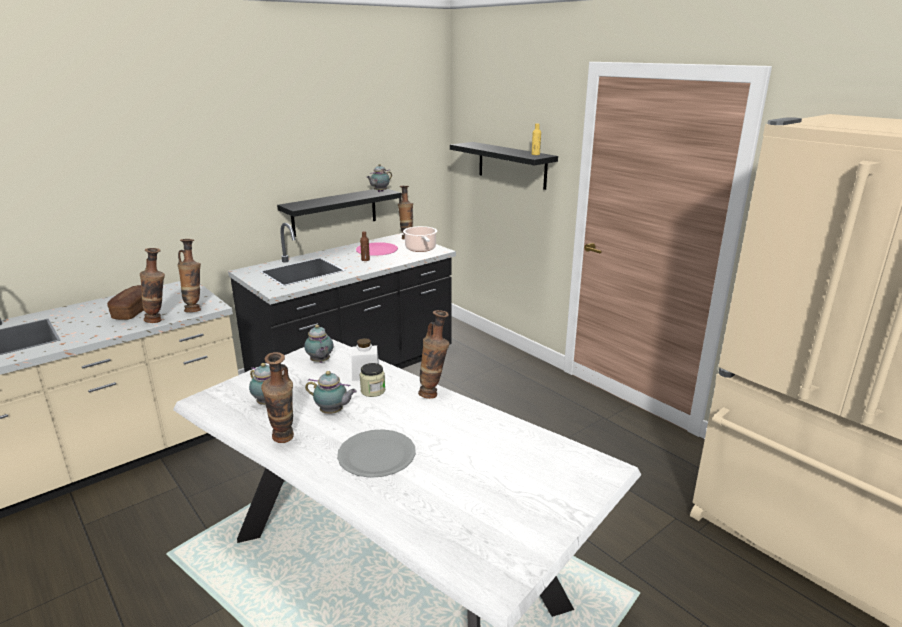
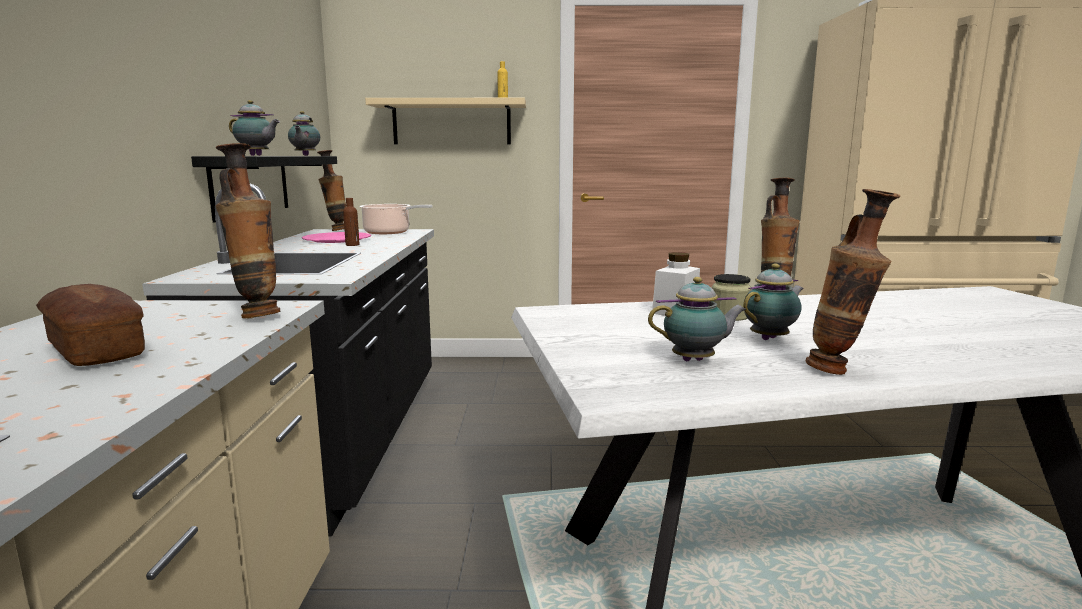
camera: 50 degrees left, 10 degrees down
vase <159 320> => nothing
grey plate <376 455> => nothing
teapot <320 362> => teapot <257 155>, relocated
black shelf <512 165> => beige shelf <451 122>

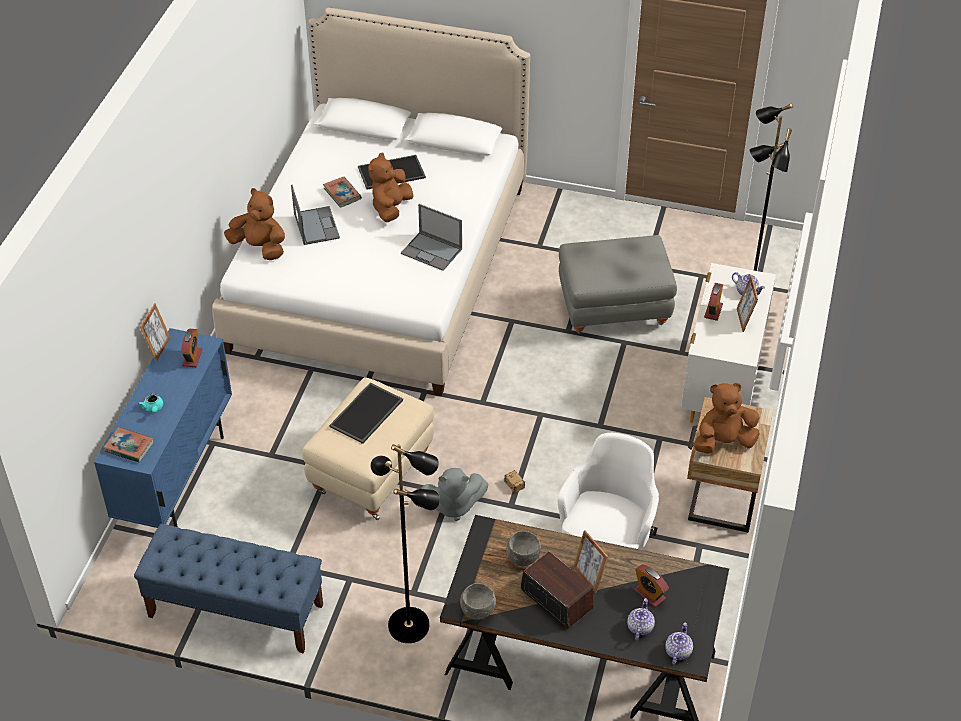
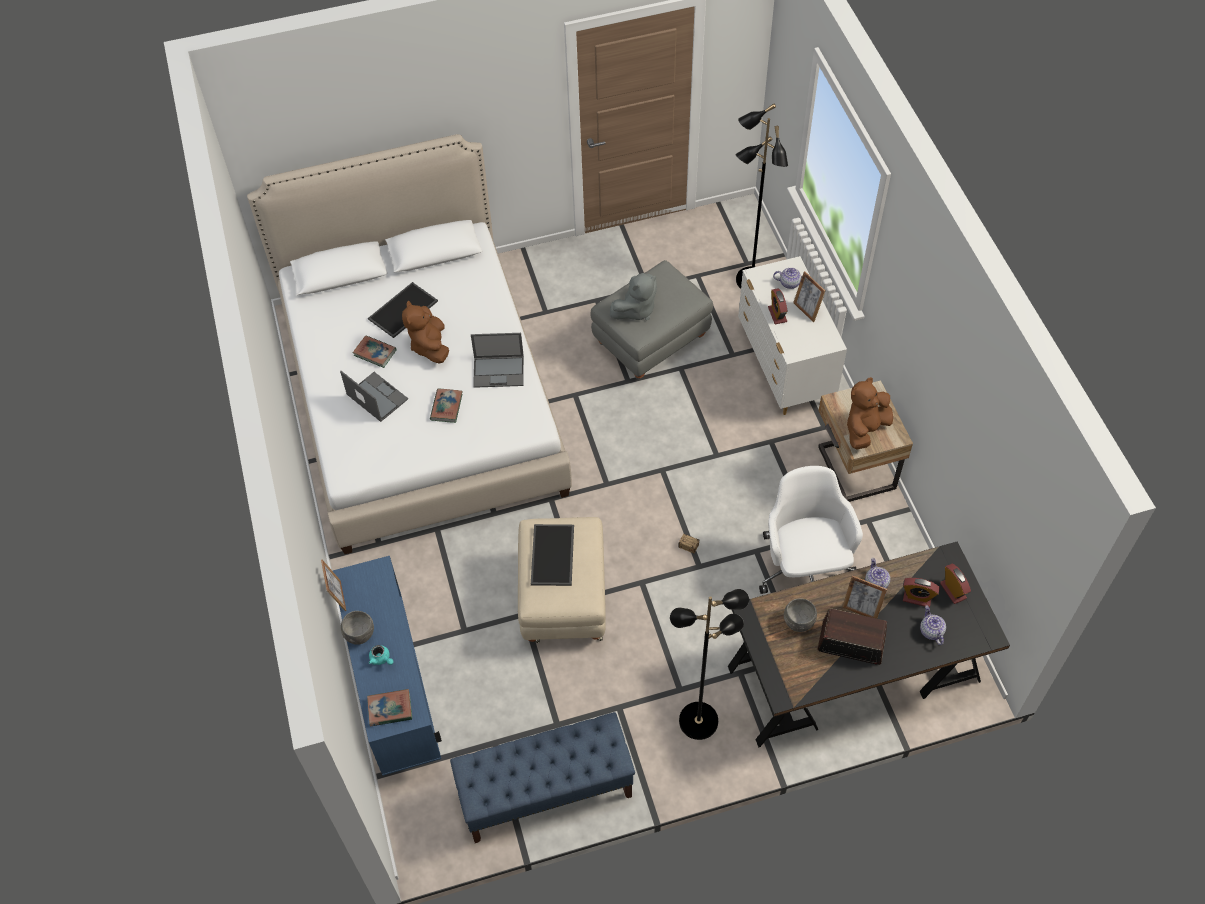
camera: 30 degrees left, 10 degrees up
brown plush toy <259 247> => nothing
nothing => book <446 407>
alarm clock <192 358> => alarm clock <953 591>, relocated
grey plush toy <453 505> => grey plush toy <636 310>, relocated
grey bowl <477 611> => grey bowl <359 634>, relocated
teapot <677 651> => teapot <875 583>, relocated

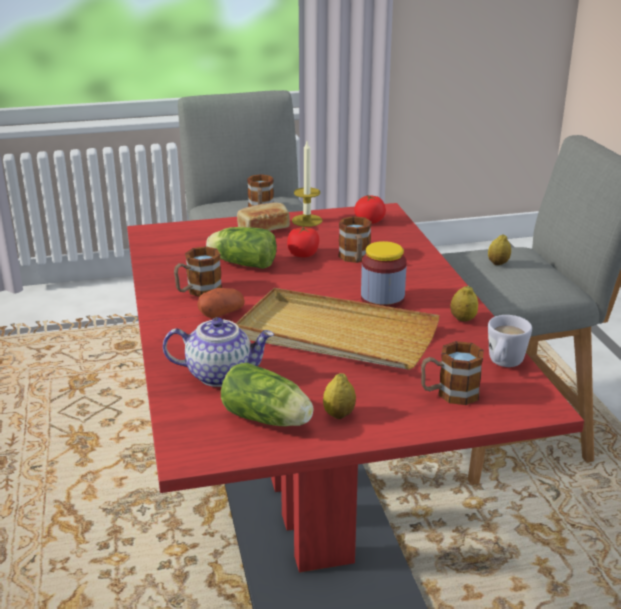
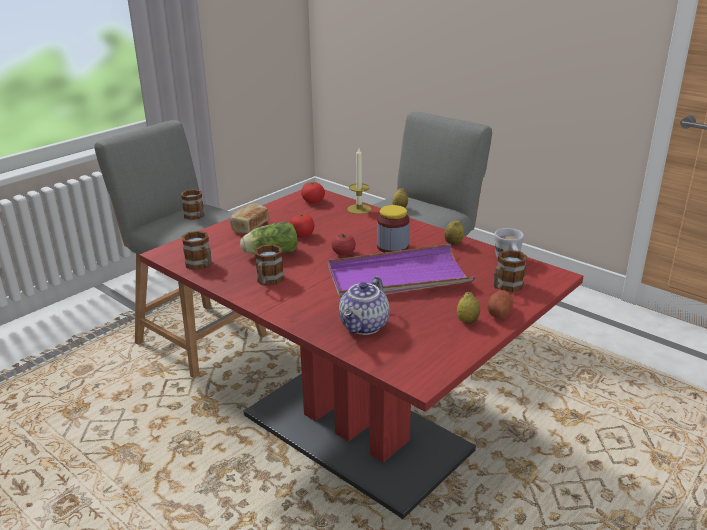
camera: 35 degrees left, 0 degrees up
lettuce <269 420> => nothing
nothing => tomato <343 253>
potato <221 313> => potato <499 312>, relocated
candle <307 220> => candle <359 209>, relocated
mug <355 259> => mug <201 265>, relocated
beige tray <335 335> => purple tray <398 277>
teapot <220 374> => teapot <365 326>, 150 degrees clockwise

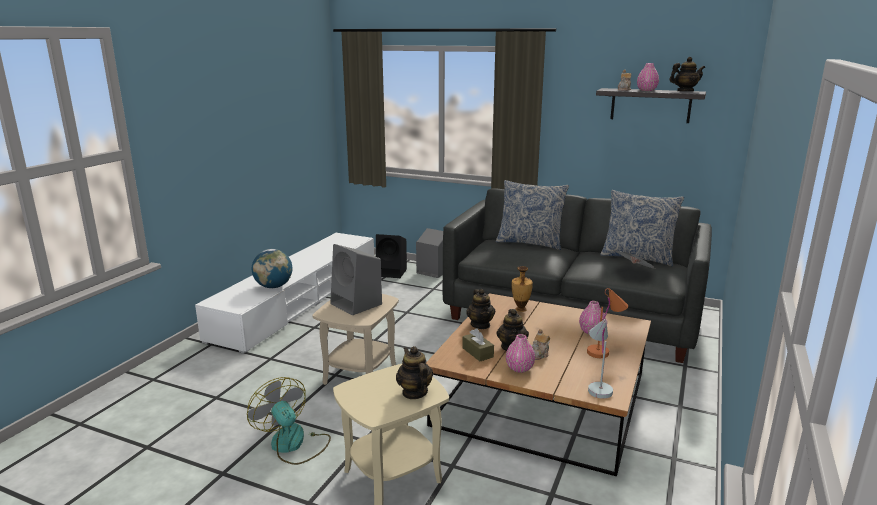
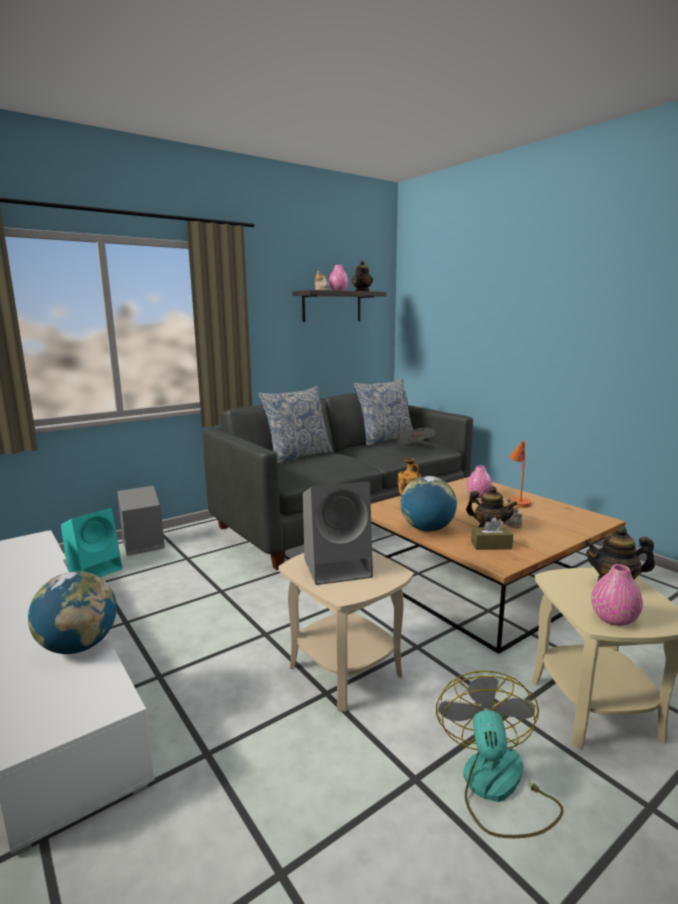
camera: 60 degrees left, 5 degrees down
white table lamp <597 385> => nothing
pink vase <519 368> => pink vase <614 619>, relocated
teapot <480 325> => globe <427 529>
black speaker <392 272> => turquoise speaker <96 569>
fan <293 444> => fan <497 788>, 105 degrees clockwise

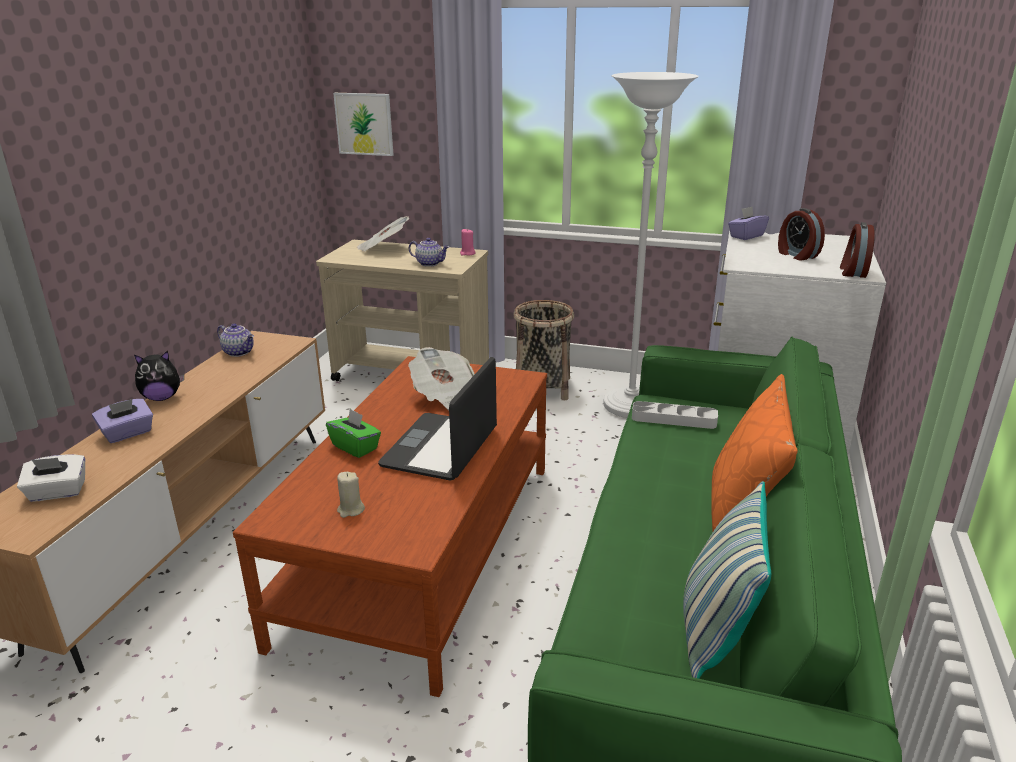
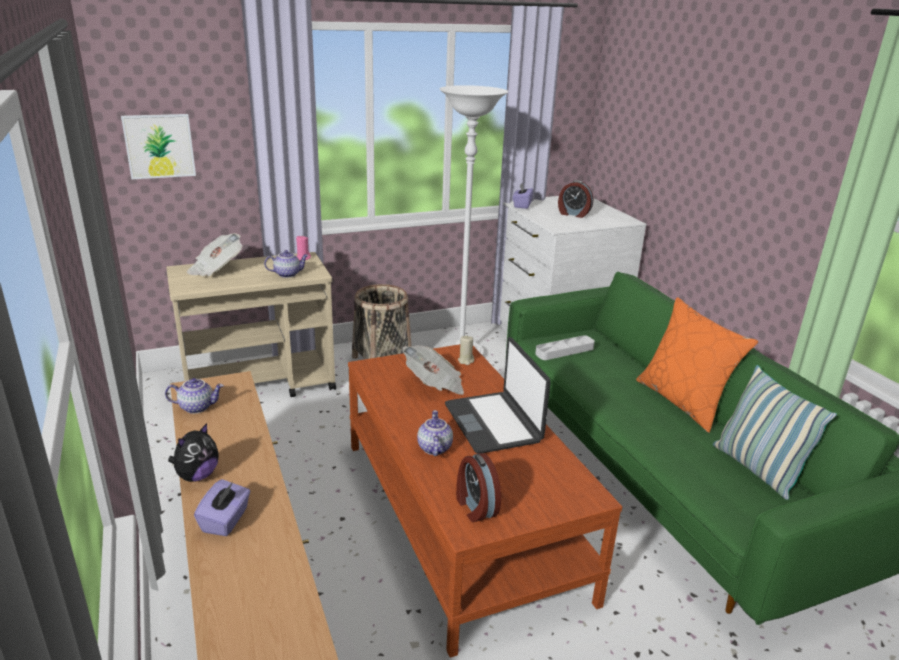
camera: 40 degrees left, 0 degrees up
white tissue box <57 492> => nothing
beige candle <350 510> => beige candle <466 360>, relocated
alarm clock <852 271> => alarm clock <475 507>, relocated
green tissue box <355 447> => teapot <433 448>

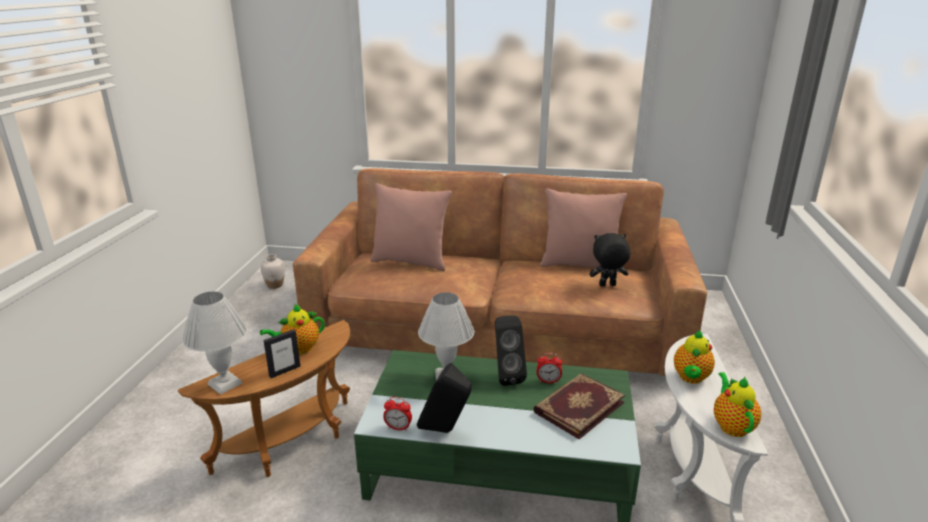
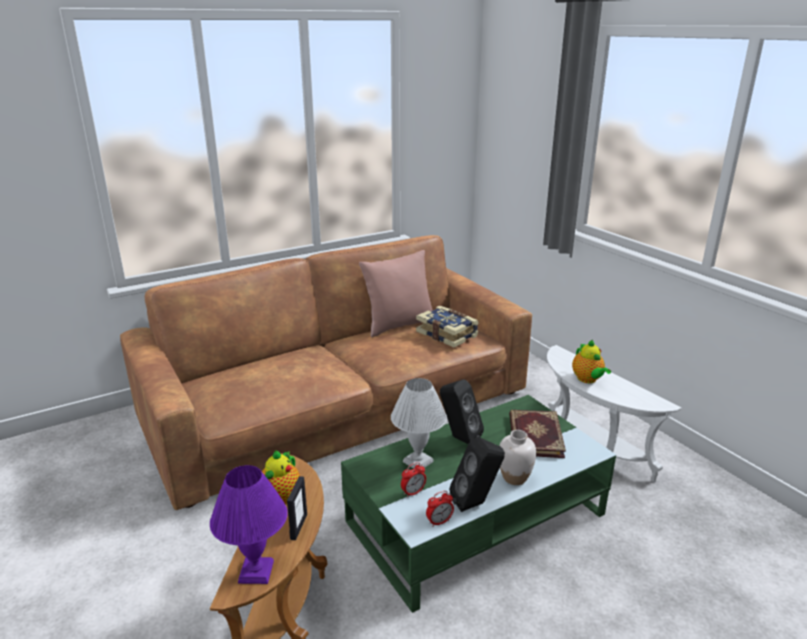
camera: 40 degrees left, 0 degrees up
pink pillow <411 261> => nothing
teapot <731 425> => nothing
white vase <275 285> => white vase <514 477>, relocated
alarm clock <548 381> => alarm clock <413 492>, relocated
black plush toy <607 285> => book <447 334>
white table lamp <225 383> => purple table lamp <256 571>

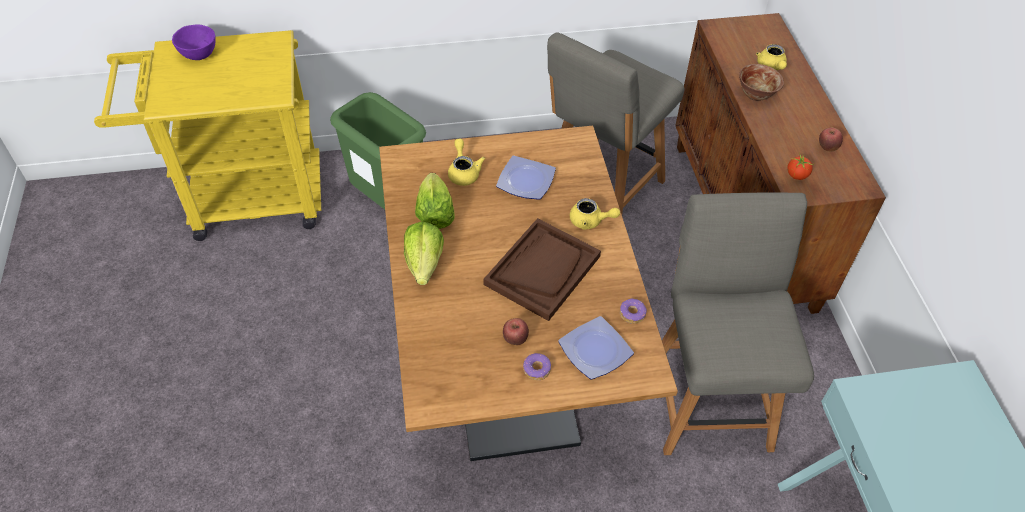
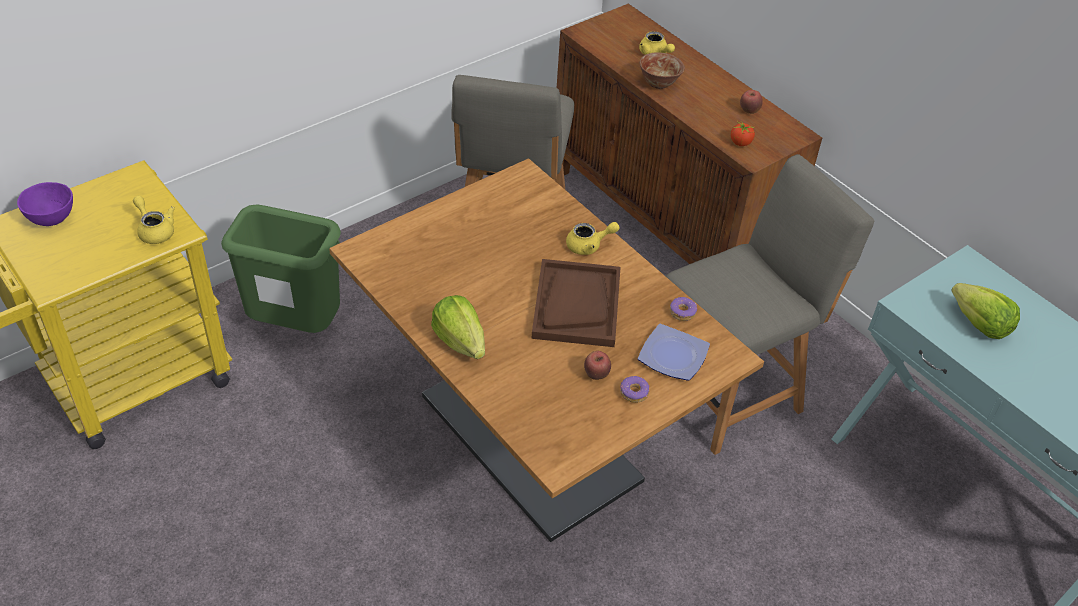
camera: 30 degrees left, 5 degrees down
plate <525 180> => nothing
lettuce <435 214> => lettuce <979 324>, relocated
yellow teapot <463 172> => yellow teapot <155 230>, relocated
grey chair <708 399> => grey chair <730 392>, 90 degrees clockwise

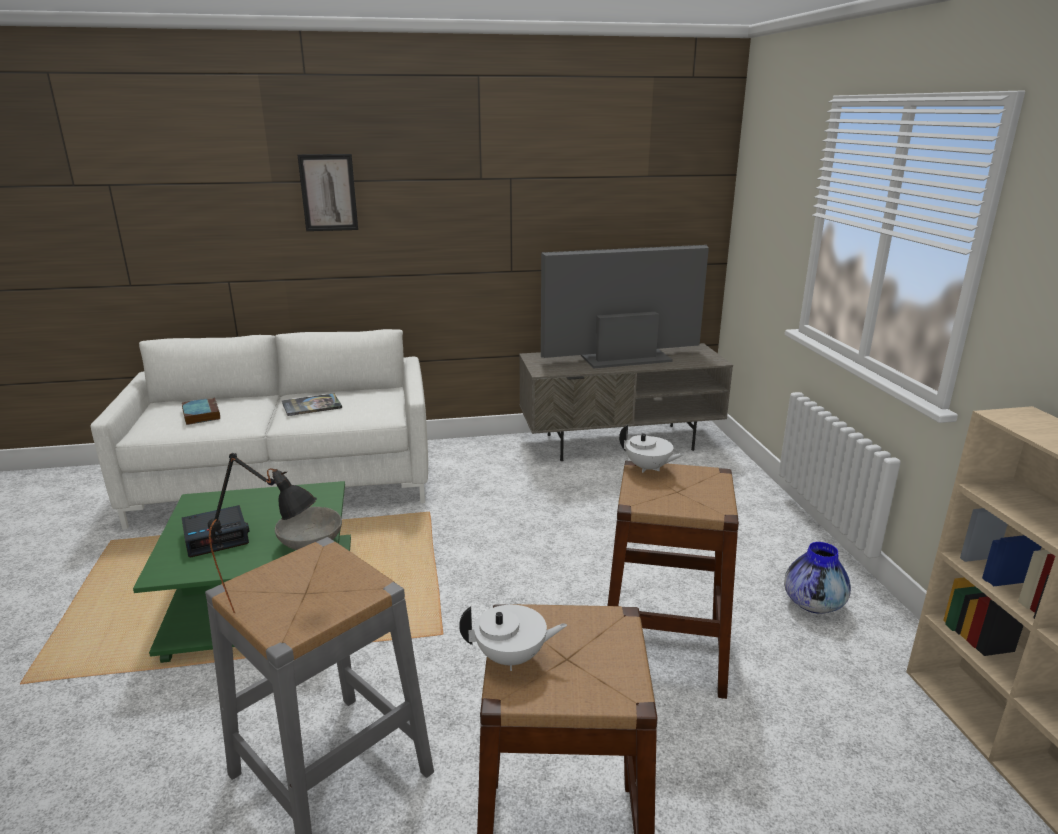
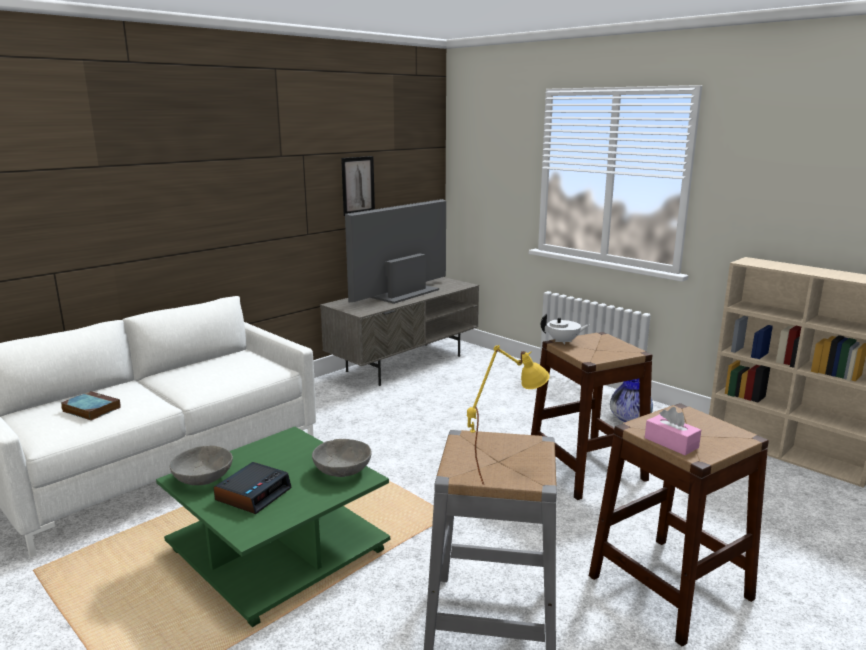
camera: 35 degrees left, 5 degrees down
book <311 405> => nothing
nothing => grey bowl <203 479>
picture <328 192> => picture <358 185>, relocated
white teapot <512 658> => pink tissue box <671 443>
black table lamp <276 608> => yellow table lamp <504 472>

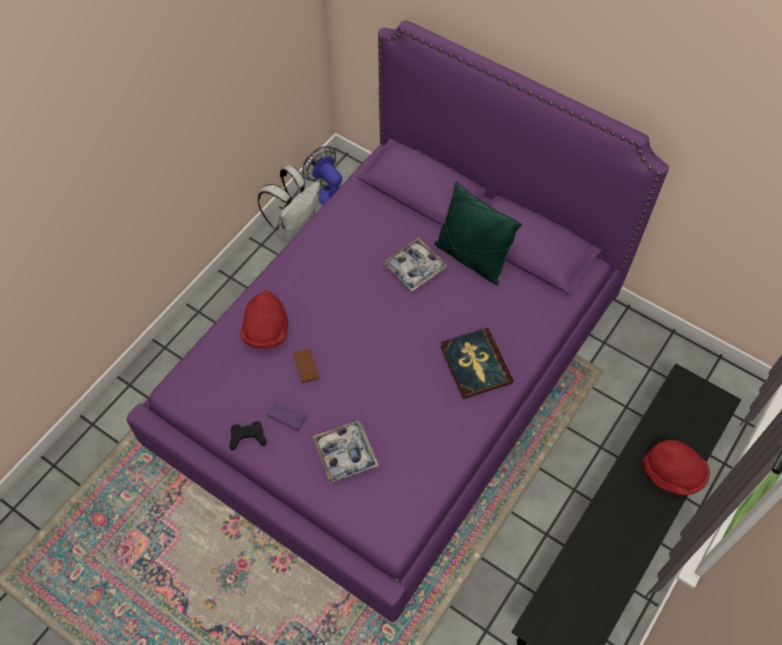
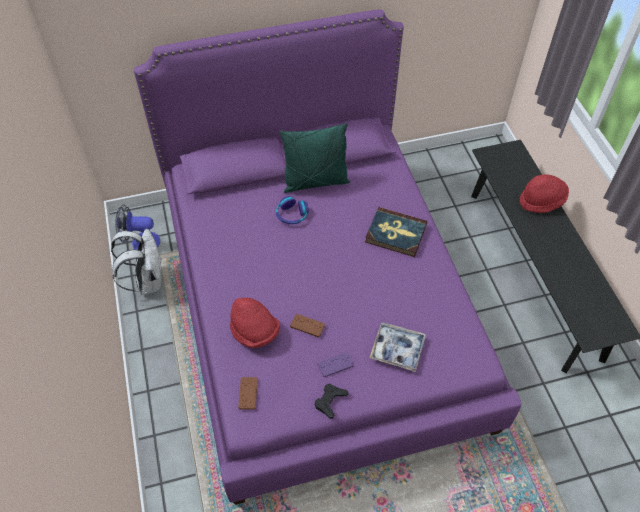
camera: 50 degrees left, 5 degrees down
nothing => brown game controller <248 393>
tray <414 268> => headphones <291 215>

